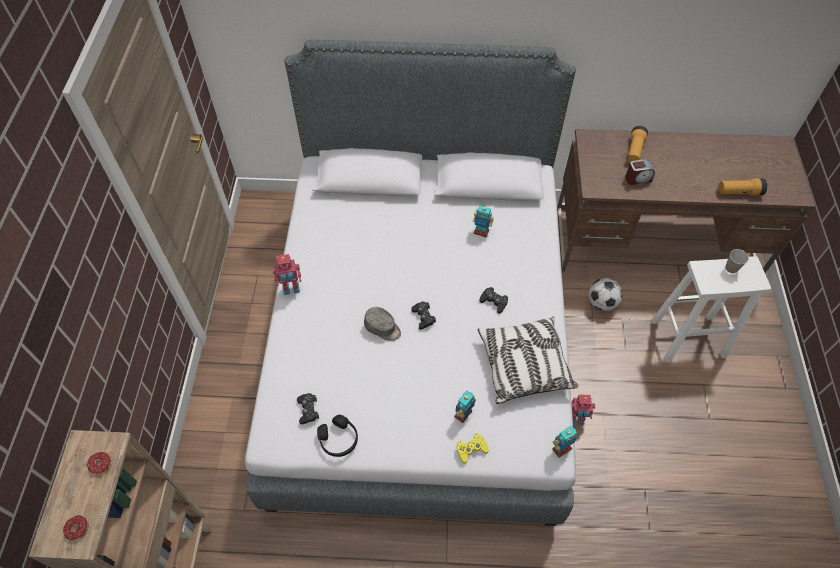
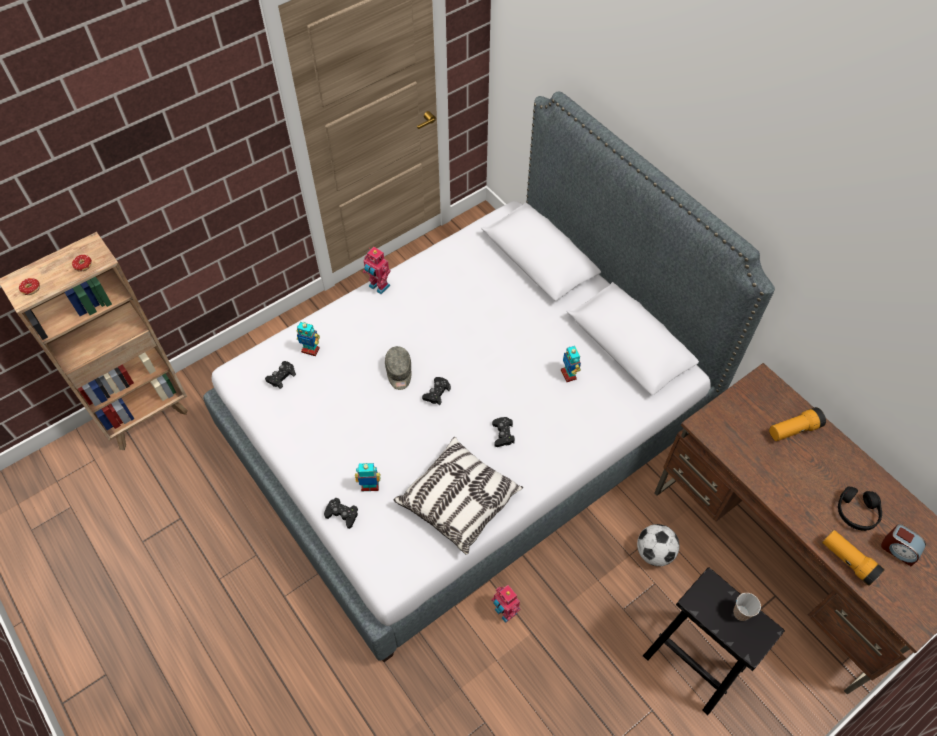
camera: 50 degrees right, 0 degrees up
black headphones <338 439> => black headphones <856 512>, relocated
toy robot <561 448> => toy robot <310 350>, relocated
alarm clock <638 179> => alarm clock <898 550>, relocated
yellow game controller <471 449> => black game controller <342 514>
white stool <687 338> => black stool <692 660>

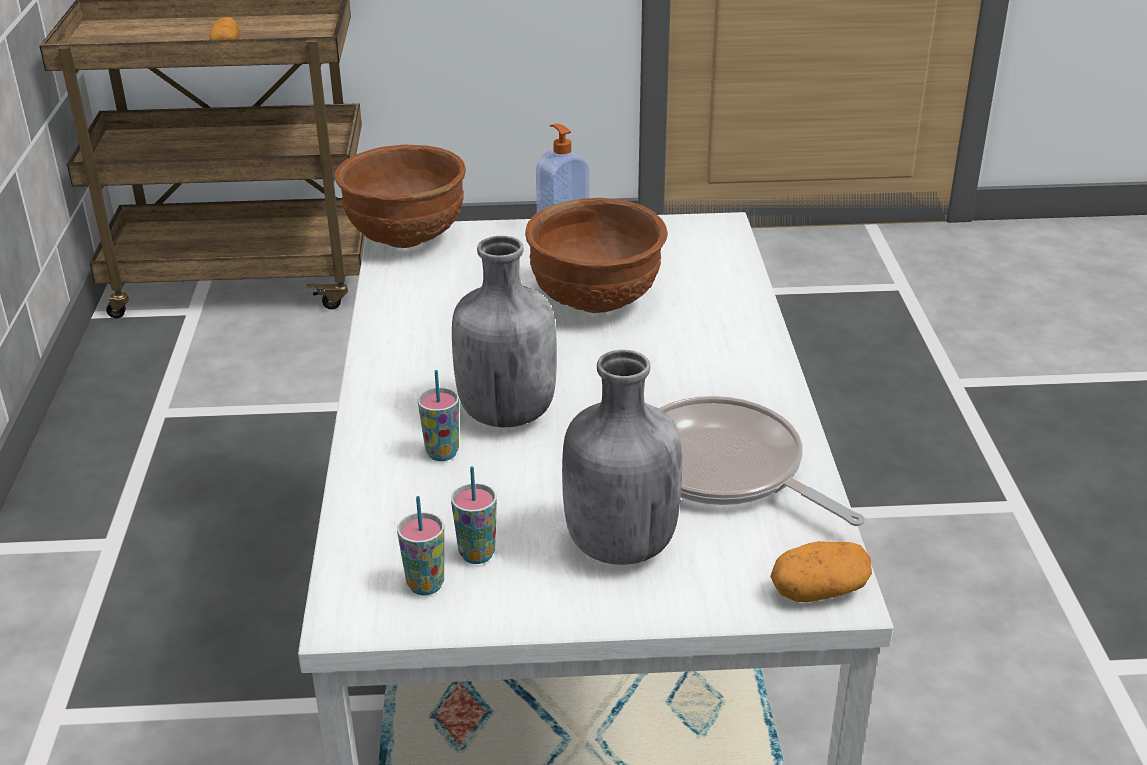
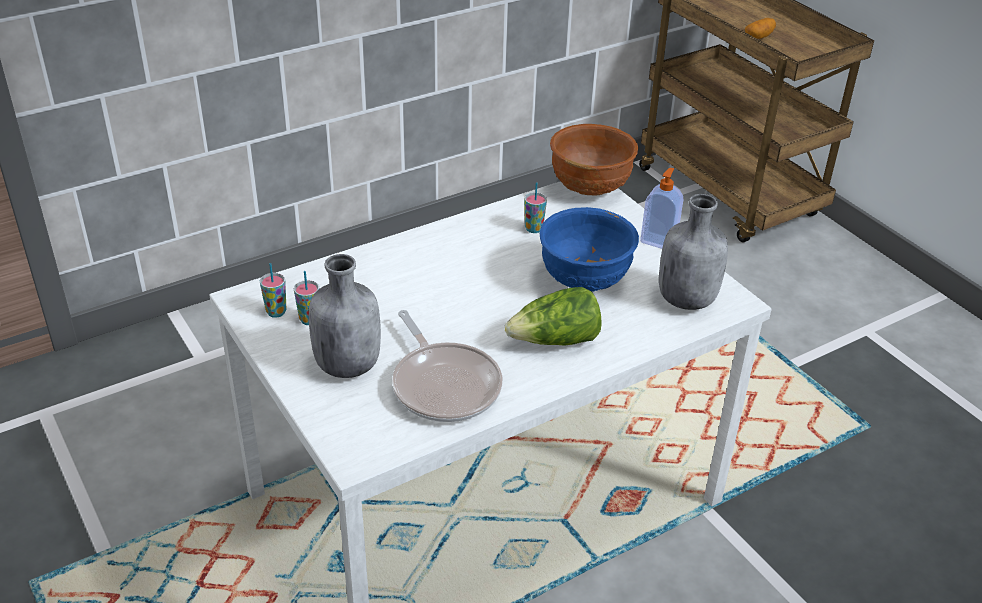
camera: 60 degrees right, 5 degrees up
potato <818 591> => nothing
nothing => lettuce <555 341>
cup <442 453> => cup <533 229>, relocated
grey bottle <506 413> => grey bottle <687 299>, relocated
brown bowl <595 303> => blue bowl <583 281>
frying pan <725 469> => frying pan <444 385>, 135 degrees clockwise

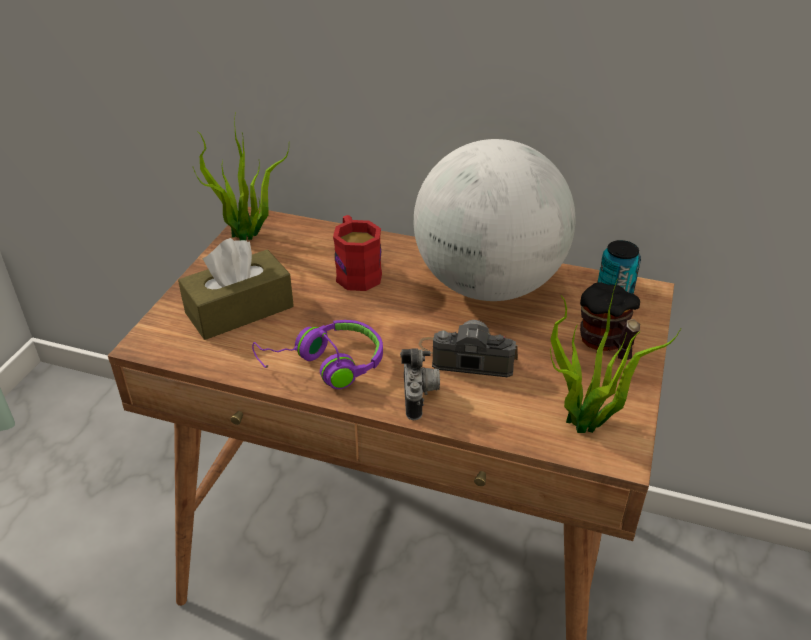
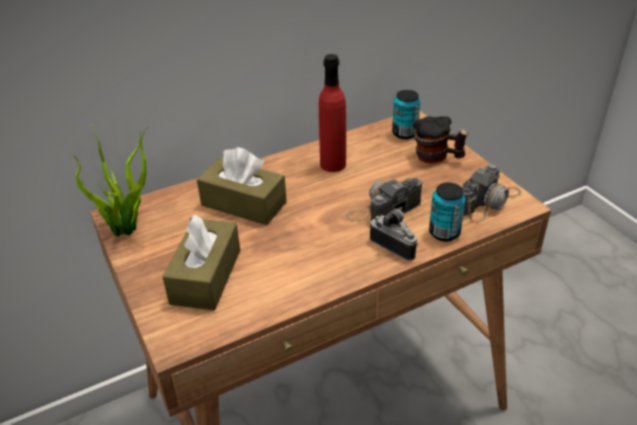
camera: 45 degrees left, 0 degrees up
purple headphones <325 365> => nothing
nothing => can <444 232>
red mug <356 271> => brown tissue box <243 204>
globe <487 285> => red bottle <333 164>
potted plant <587 425> => photo camera <488 201>

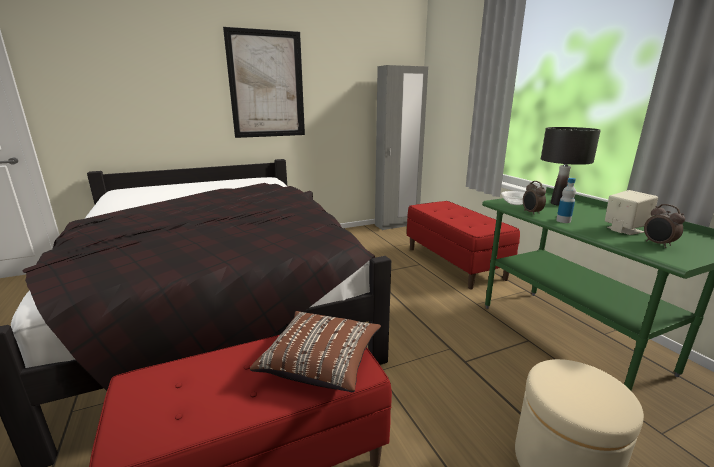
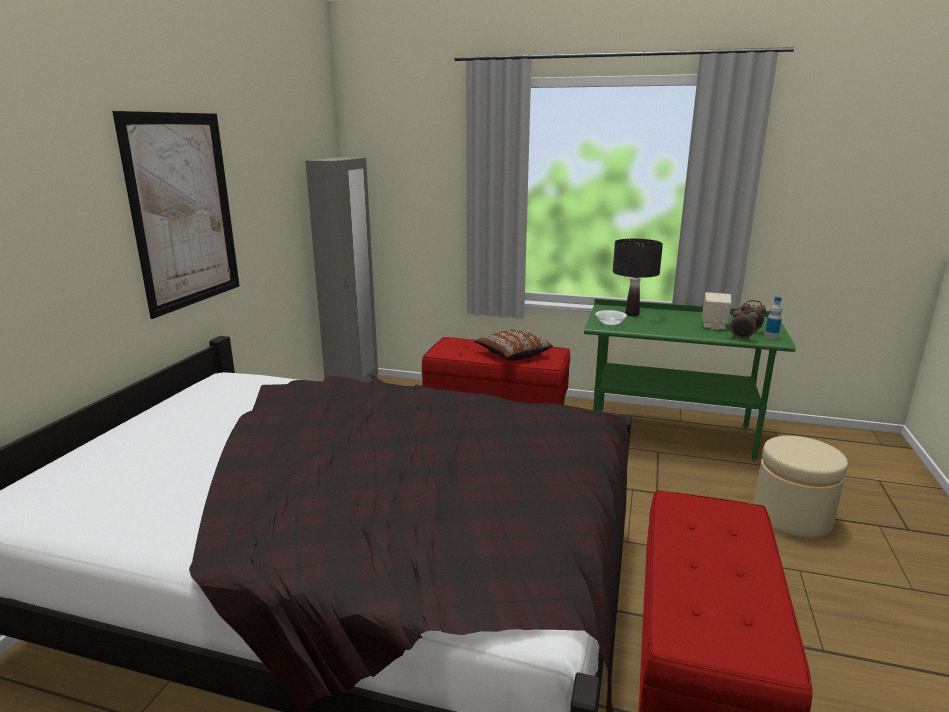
camera: 50 degrees left, 0 degrees up
brown pillow <321 363> => brown pillow <512 354>, relocated
alarm clock <531 213> => alarm clock <741 339>, relocated
bottle <563 221> => bottle <771 337>, relocated

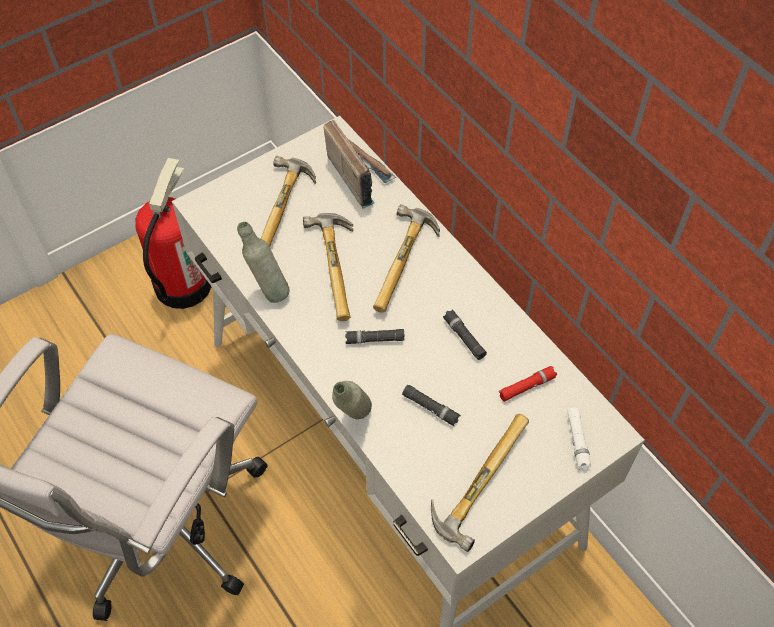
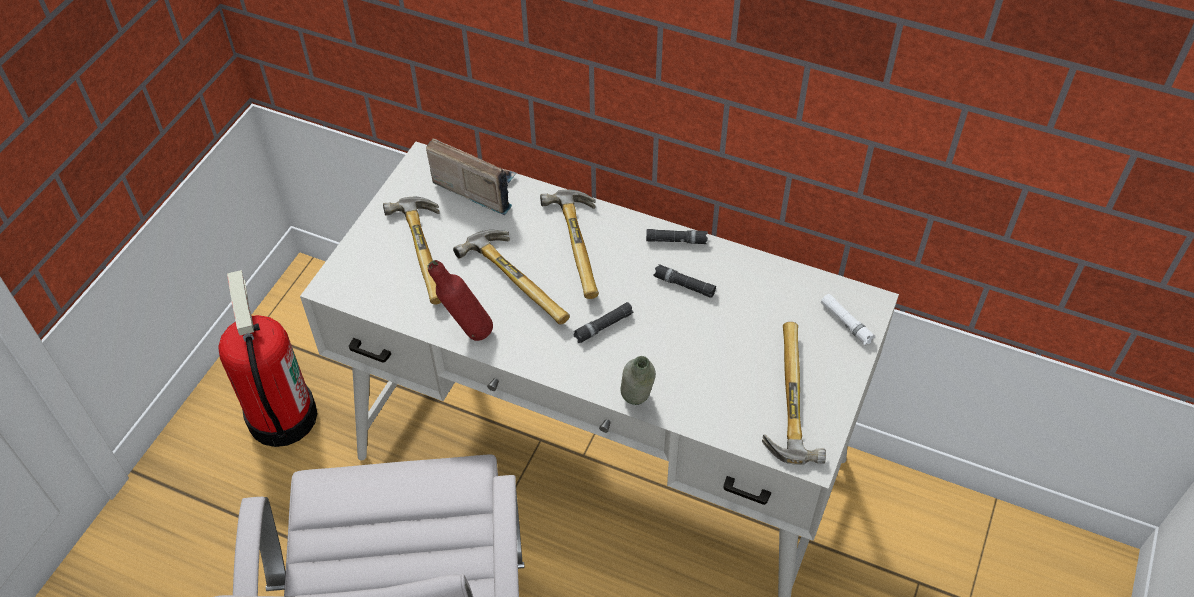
camera: 30 degrees left, 5 degrees down
red flashlight <527 386> => nothing
black flashlight <430 408> => black flashlight <676 240>, relocated
grey bottle <268 291> => red bottle <466 332>

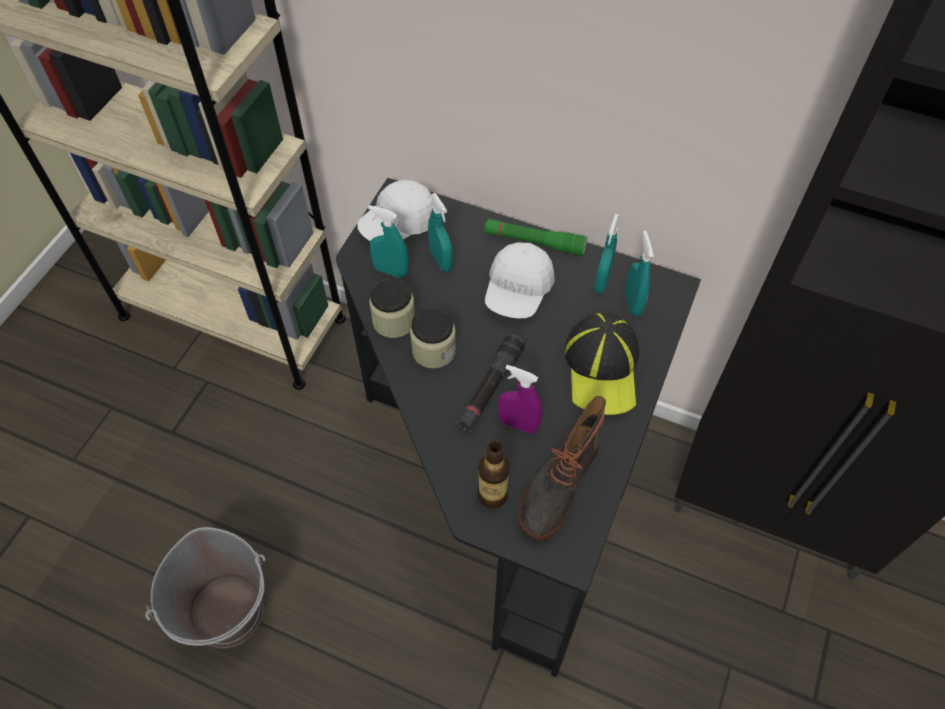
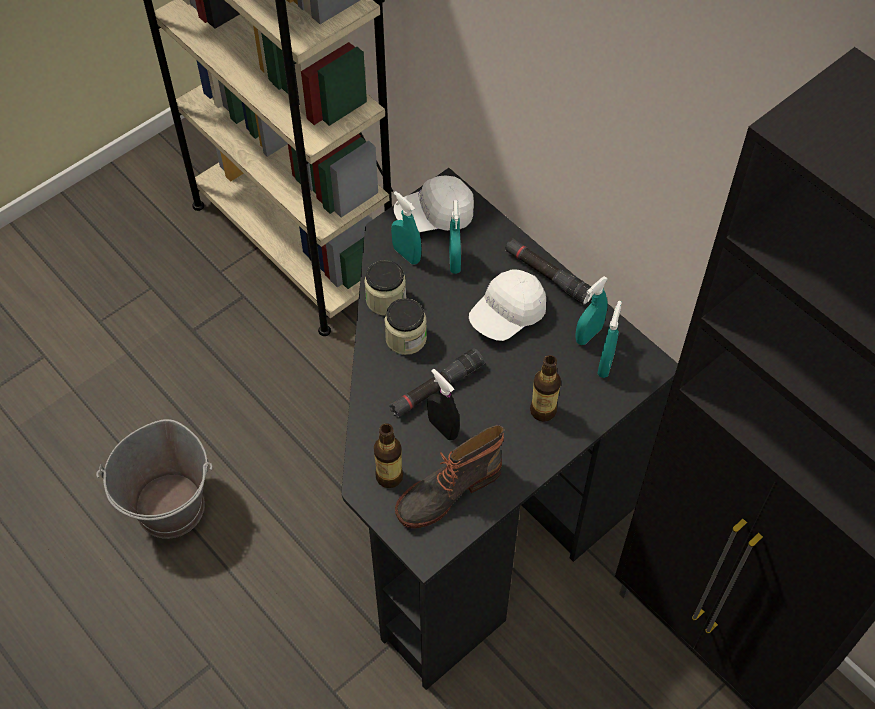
camera: 25 degrees right, 0 degrees up
cap <602 368> => bottle <543 411>
green flashlight <534 242> => black flashlight <547 276>
purple spray bottle <518 424> => black spray bottle <443 428>

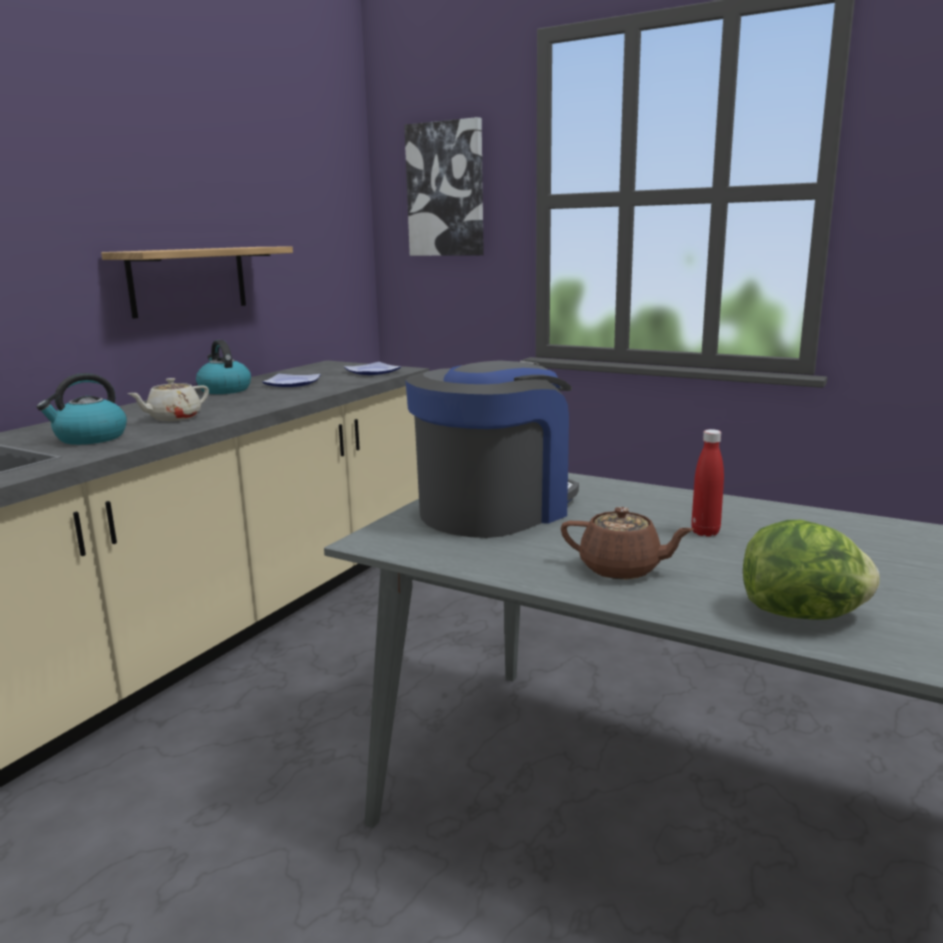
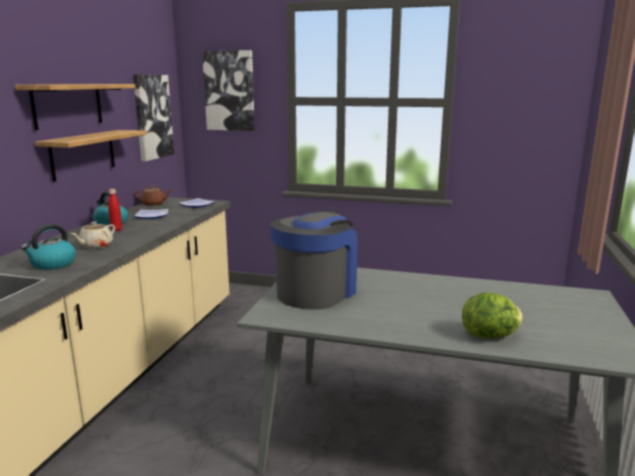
camera: 15 degrees left, 0 degrees up
nothing => shelf <68 105>
nothing => picture <152 117>
brown teapot <622 569> => brown teapot <153 204>, relocated
red bottle <705 532> => red bottle <116 230>, relocated

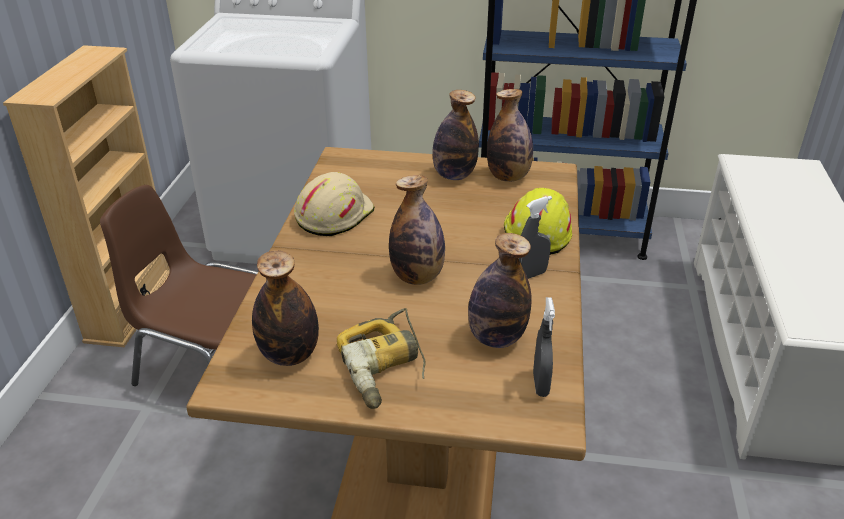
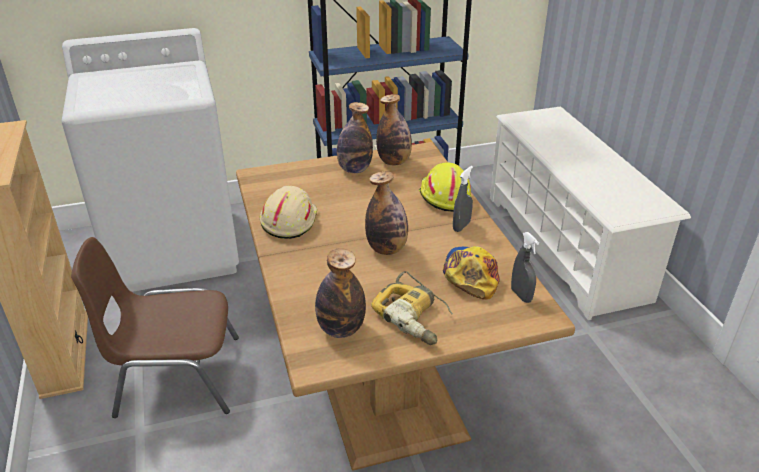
camera: 25 degrees left, 0 degrees up
bottle <496 338> => cap <471 274>

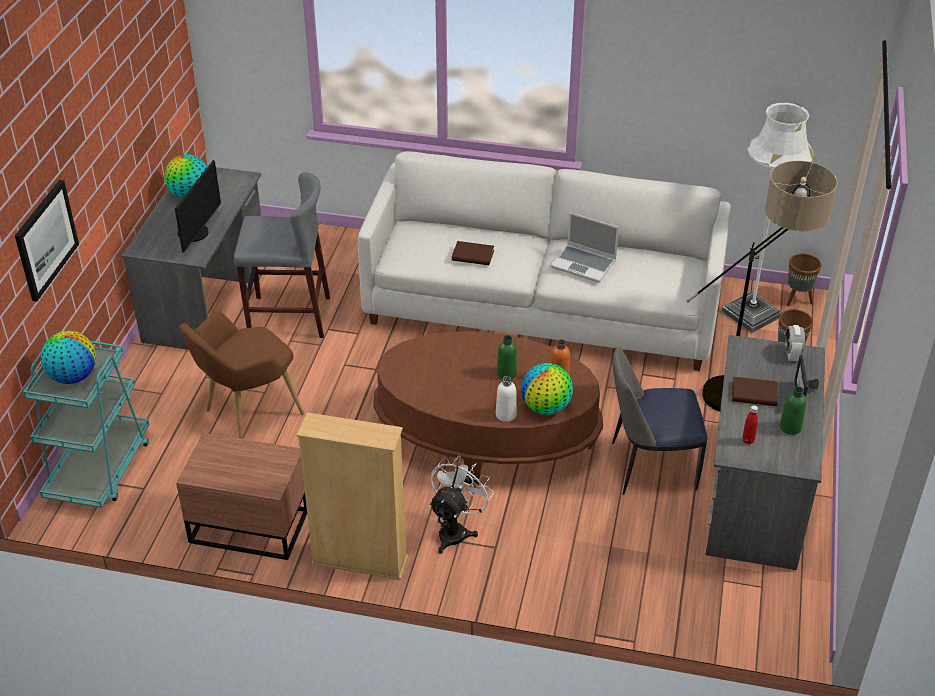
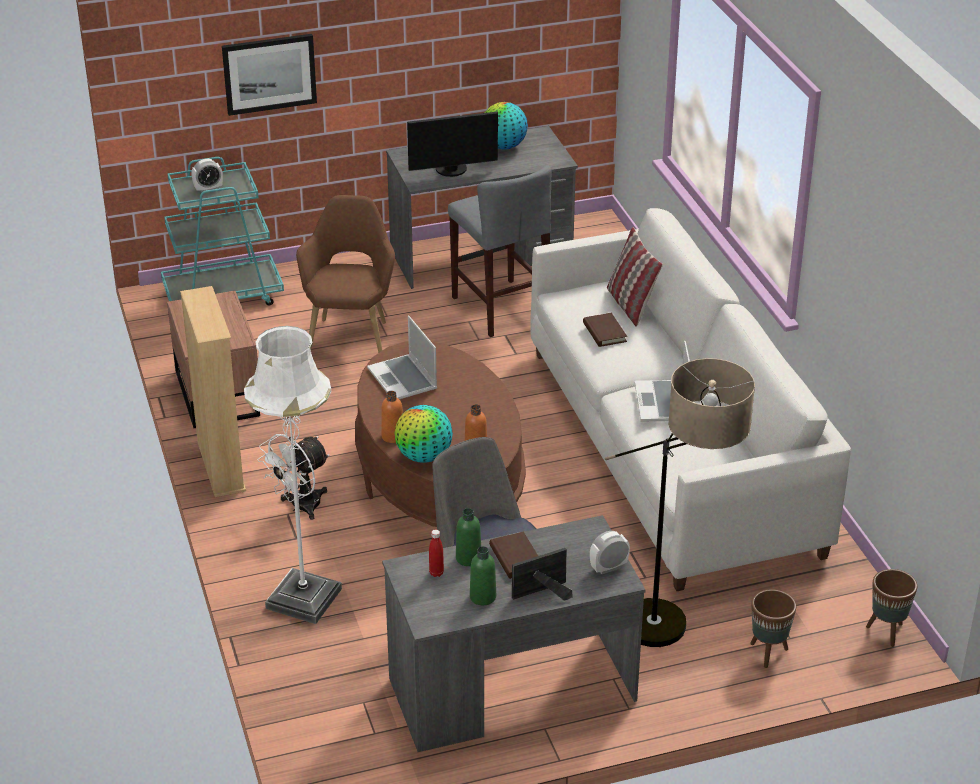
camera: 60 degrees right, 5 degrees down
nothing => laptop <403 379>
nothing => pillow <630 305>
green bottle <506 373> => green bottle <468 558>, relocated
white floor lamp <751 314> => white floor lamp <304 599>, relocated
globe <73 377> => alarm clock <208 189>
white bottle <506 415> => orange bottle <393 436>
brown armchair <247 414> => brown armchair <351 338>, 75 degrees clockwise
white fan <456 530> => white fan <299 507>, 135 degrees clockwise

